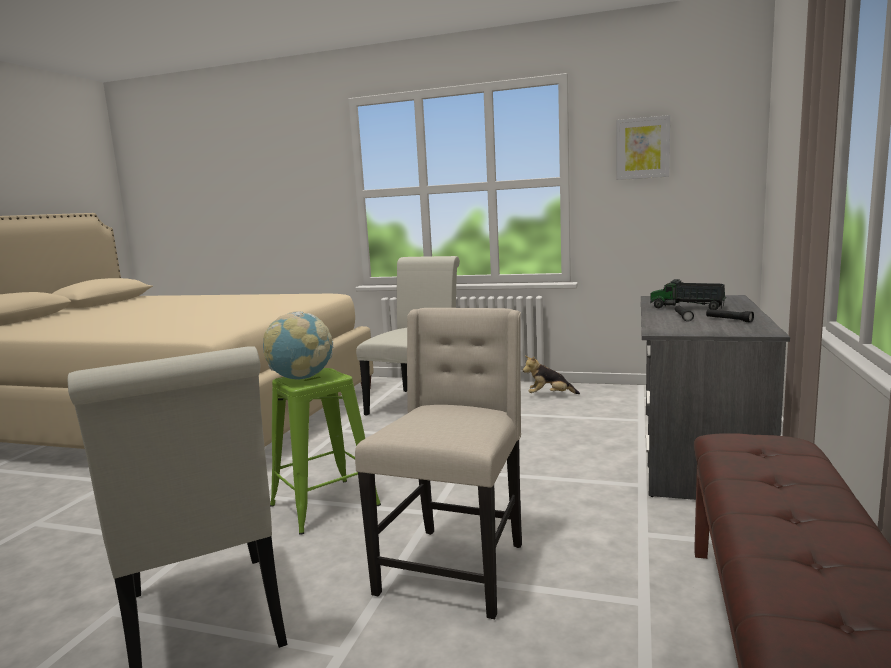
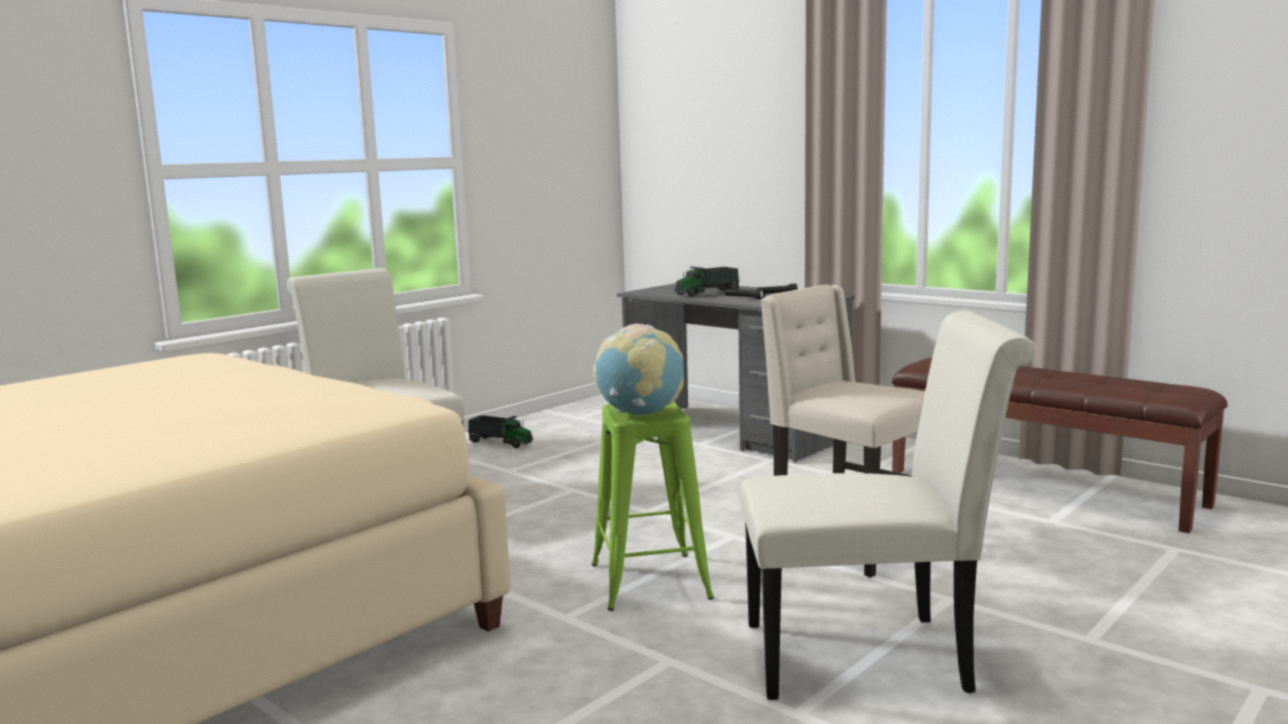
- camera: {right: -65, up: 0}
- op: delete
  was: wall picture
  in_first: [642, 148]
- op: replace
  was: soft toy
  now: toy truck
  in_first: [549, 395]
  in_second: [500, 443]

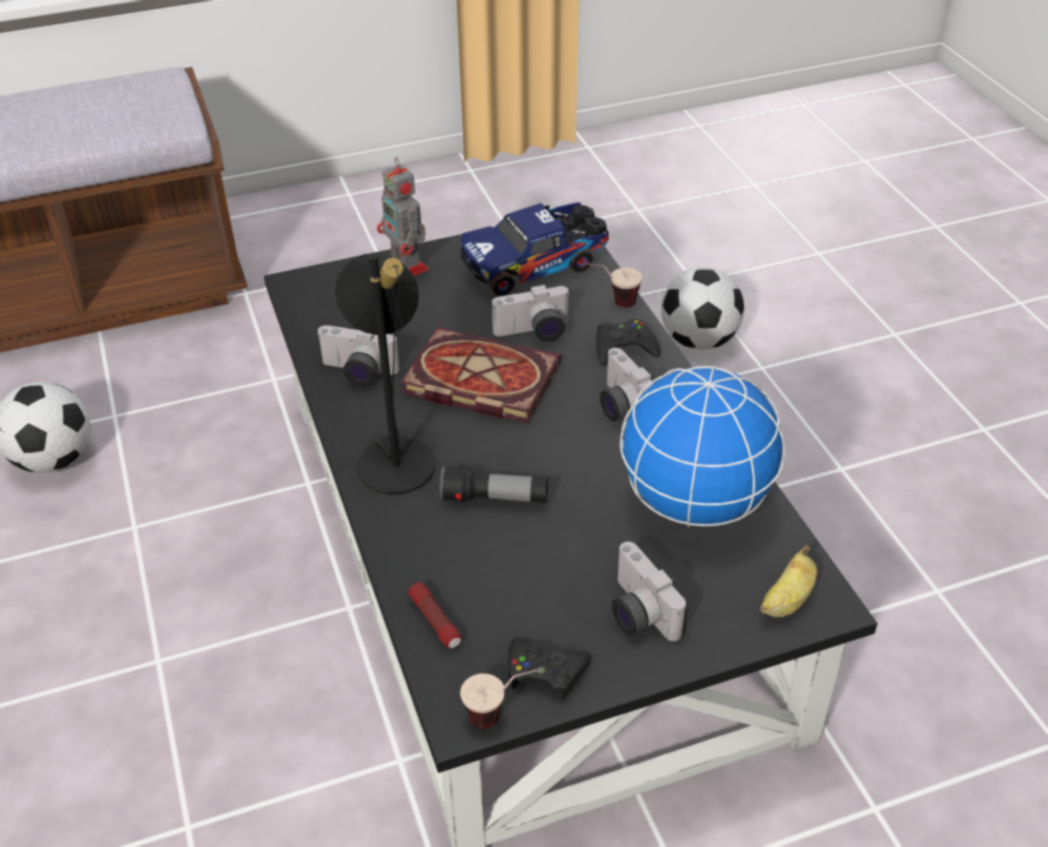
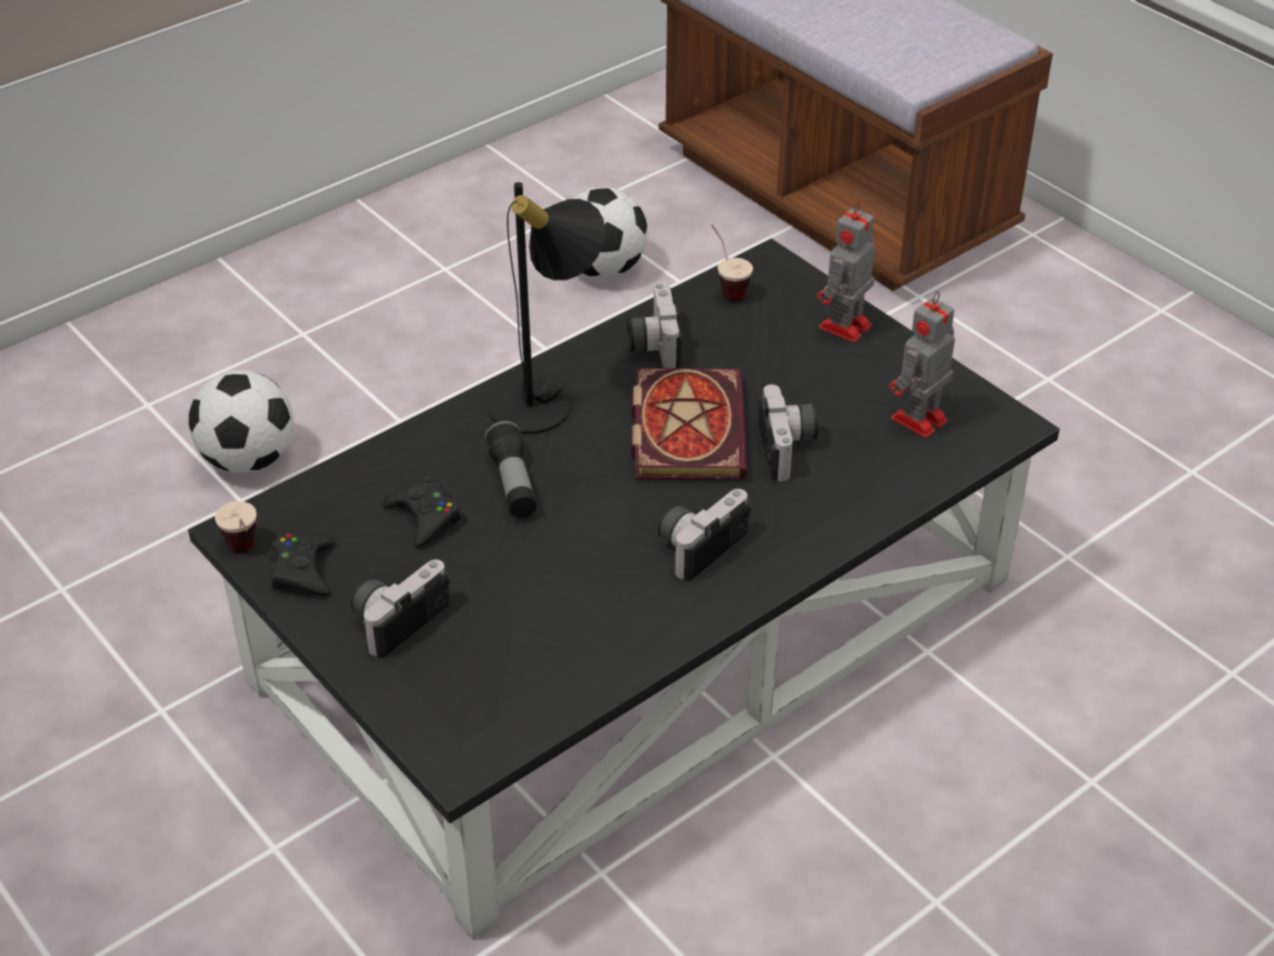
- camera: {right: 70, up: 0}
- op: replace
  was: toy truck
  now: model robot
  in_first: [537, 265]
  in_second: [917, 421]
- op: move
  was: drinking cup
  in_first: [612, 303]
  in_second: [726, 288]
- op: move
  was: football
  in_first: [698, 340]
  in_second: [248, 460]
- op: rotate
  was: photo camera
  in_first: [534, 333]
  in_second: [789, 448]
  clockwise: -150
- op: move
  was: blackish joypad
  in_first: [624, 348]
  in_second: [424, 517]
- op: delete
  was: globe
  in_first: [694, 502]
- op: delete
  was: banana fruit
  in_first: [787, 601]
- op: delete
  was: flashlight
  in_first: [435, 621]

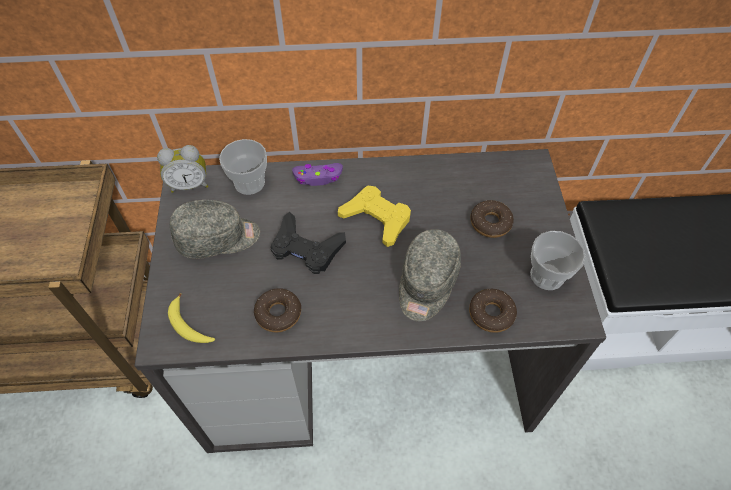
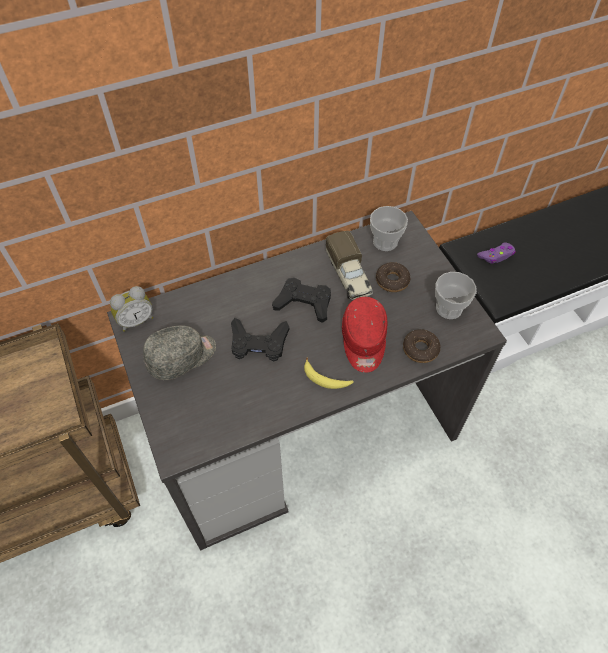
- camera: {right: -20, up: 0}
- op: move
  was: drinking cup
  in_first: [249, 183]
  in_second: [385, 242]
- op: move
  was: purplish joypad
  in_first: [318, 177]
  in_second: [496, 256]
- op: recolor
  was: yellow-coloured joypad
  now: blackish joypad
  in_first: [376, 218]
  in_second: [304, 303]
- op: recolor
  was: gray peaked cap
  now: reddish peaked cap
  in_first: [426, 283]
  in_second: [363, 341]
- op: delete
  was: ring doughnut
  in_first: [278, 313]
- op: move
  was: banana fruit
  in_first: [189, 325]
  in_second: [325, 379]
- op: insert
  now: toy truck
  in_second: [349, 276]

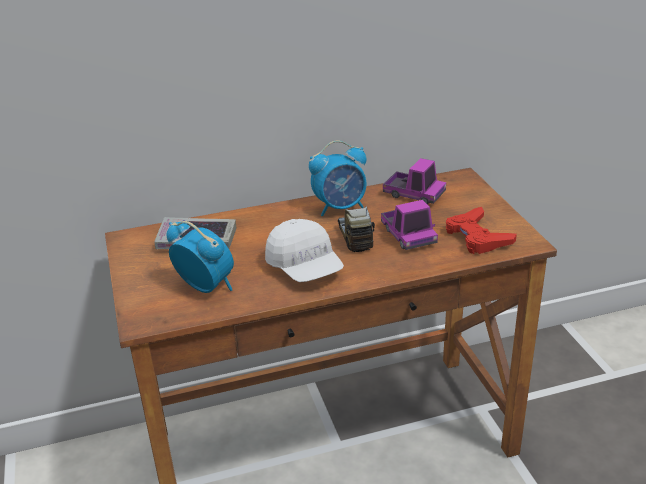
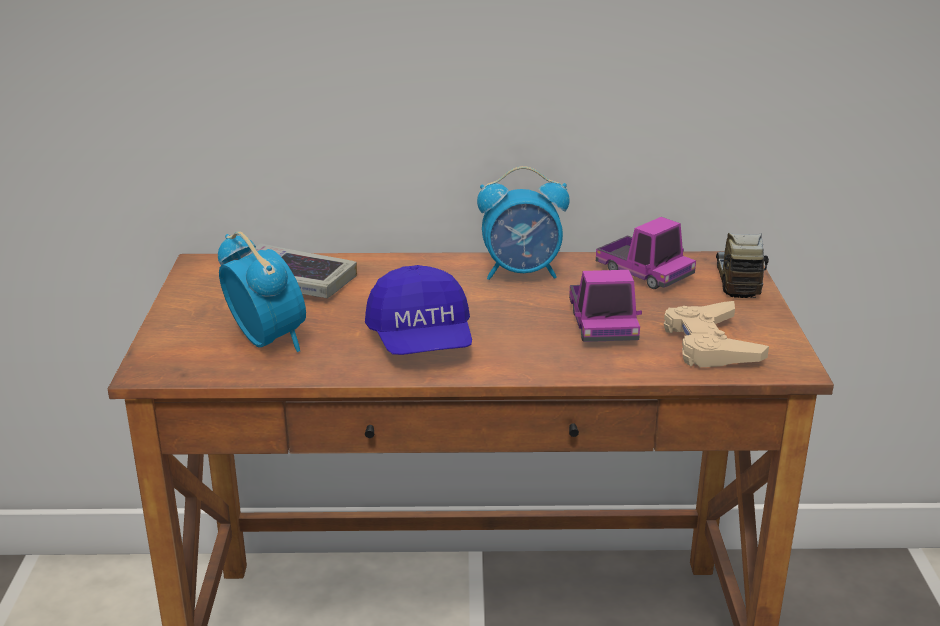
- camera: {right: 15, up: -5}
- op: move
  was: toy truck
  in_first: [355, 238]
  in_second: [737, 281]
- op: recolor
  was: reddish joypad
  now: beige joypad
  in_first: [477, 237]
  in_second: [710, 344]
- op: recolor
  was: white-coloured peaked cap
  now: bluish peaked cap
  in_first: [305, 268]
  in_second: [421, 341]

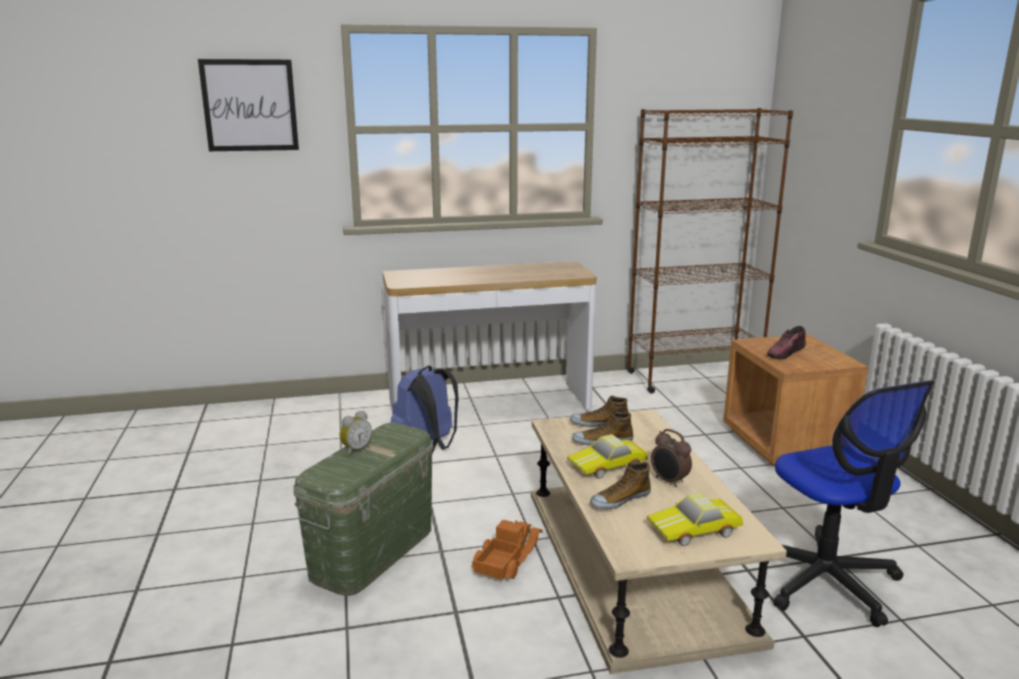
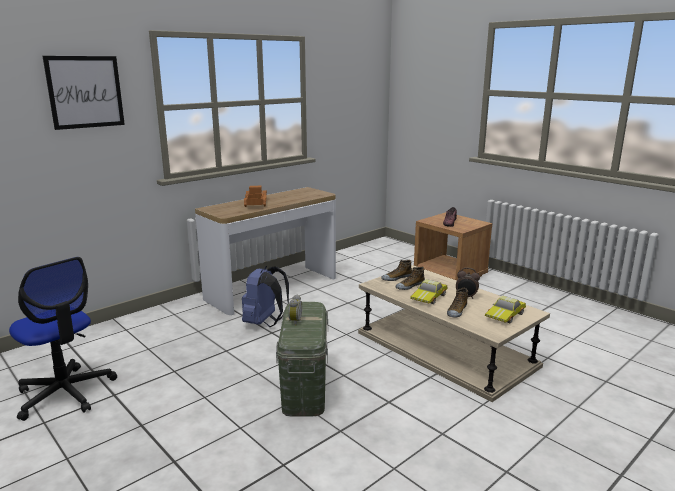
- camera: {right: -30, up: 0}
- op: delete
  was: brown shelving unit
  in_first: [693, 377]
- op: move
  was: office chair
  in_first: [826, 581]
  in_second: [65, 393]
- op: move
  was: toy truck
  in_first: [506, 557]
  in_second: [255, 203]

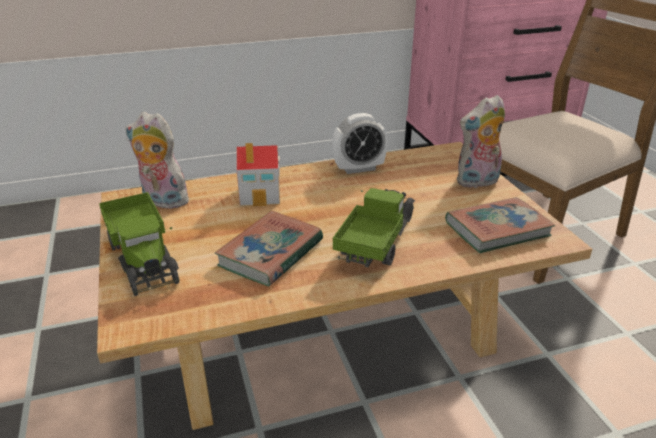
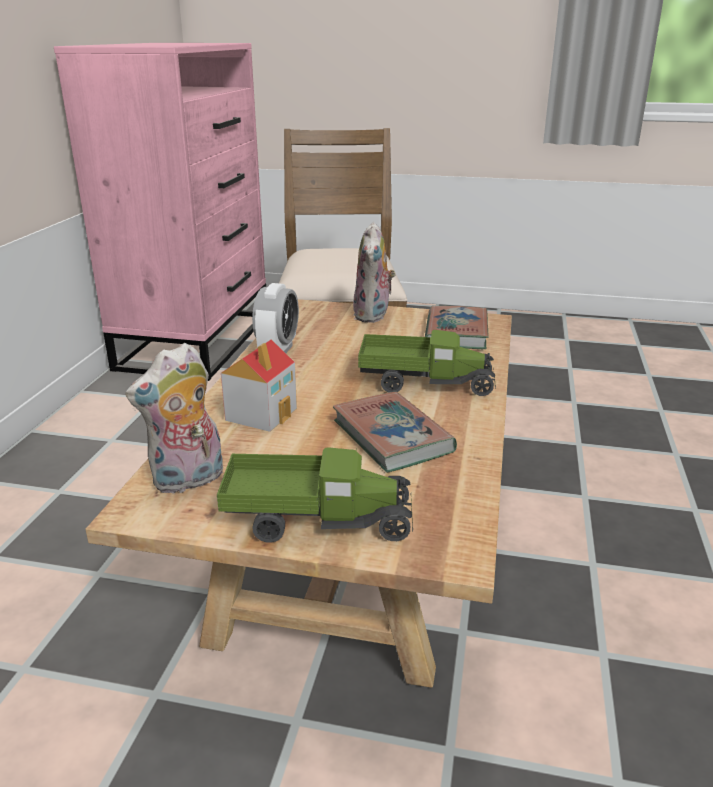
- camera: {right: -60, up: -5}
- op: rotate
  was: toy truck
  in_first: [376, 242]
  in_second: [425, 382]
  clockwise: 135

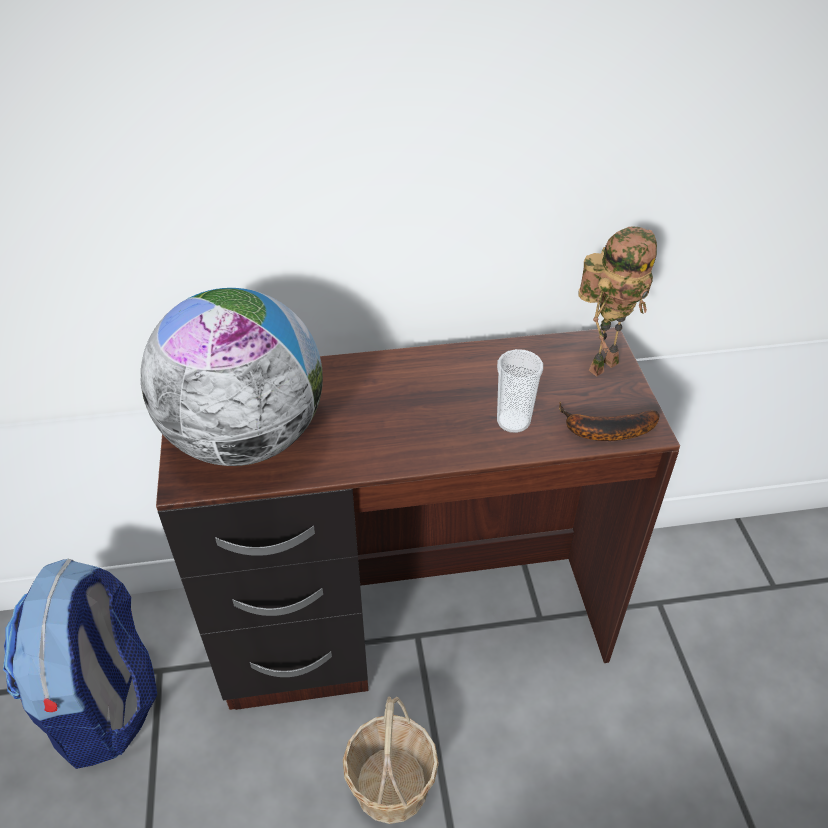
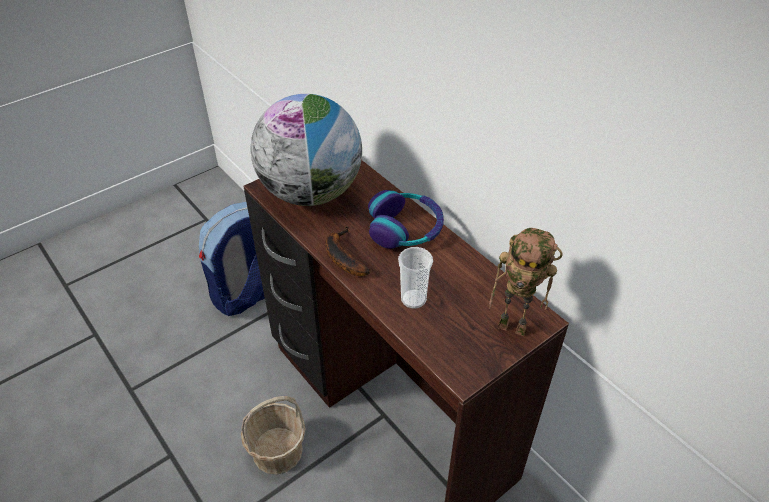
- camera: {right: 60, up: 0}
- op: move
  was: banana fruit
  in_first: [603, 431]
  in_second: [342, 256]
- op: insert
  now: headphones
  in_second: [405, 228]

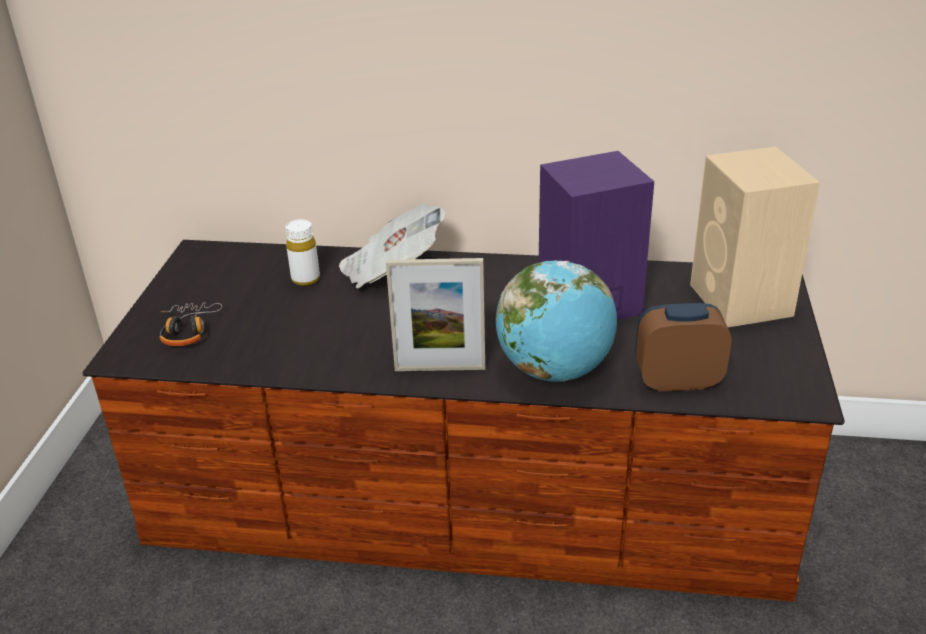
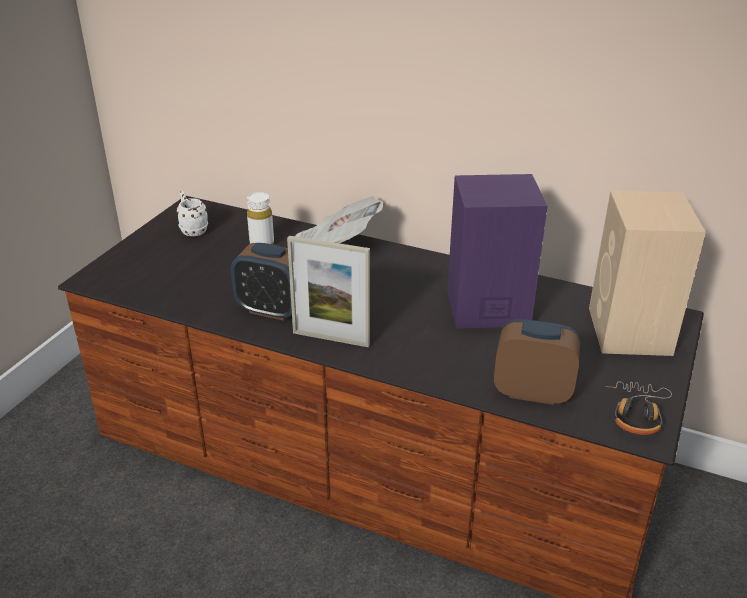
- camera: {right: 15, up: 0}
- op: delete
  was: globe
  in_first: [555, 370]
- op: move
  was: headphones
  in_first: [188, 330]
  in_second: [636, 414]
- op: insert
  now: white-coloured coffee mug
  in_second: [192, 229]
- op: insert
  now: alarm clock
  in_second: [271, 310]

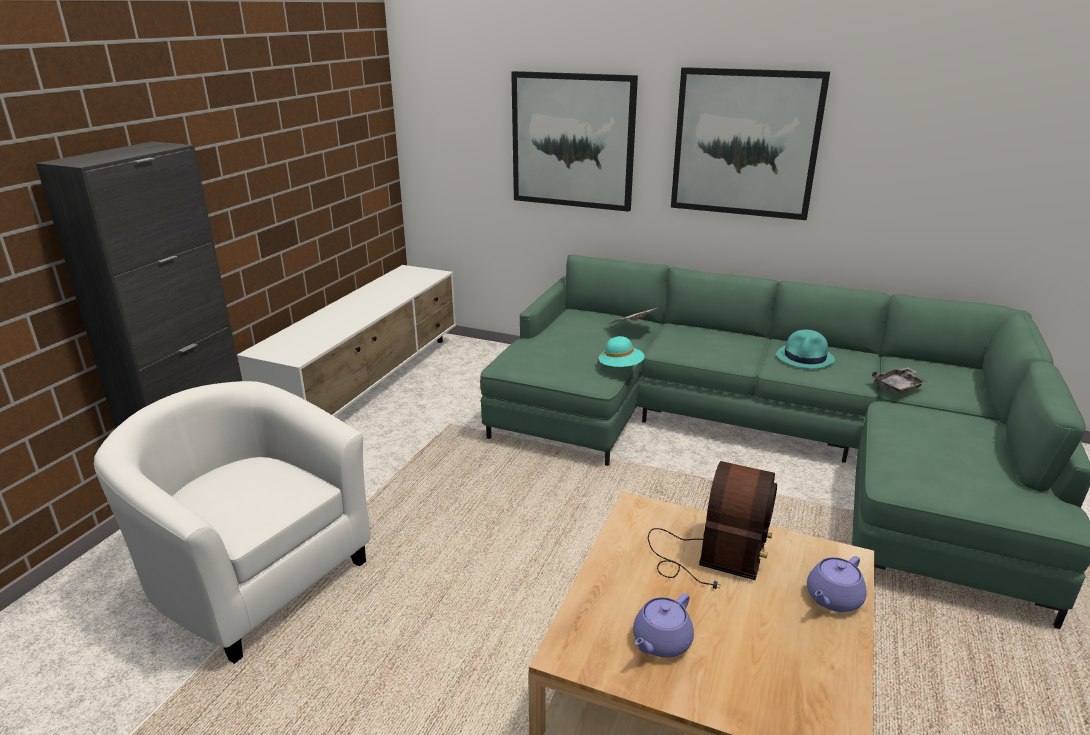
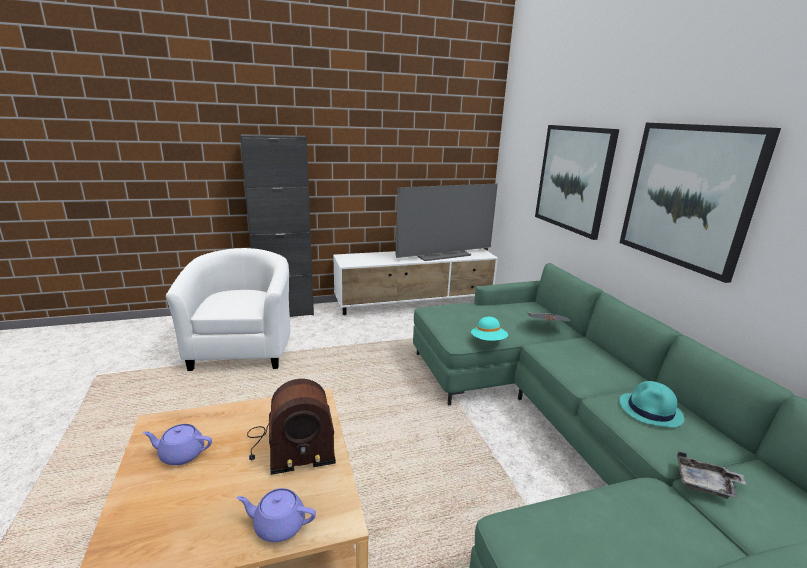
- camera: {right: 50, up: -5}
- op: insert
  now: TV
  in_second: [442, 254]

